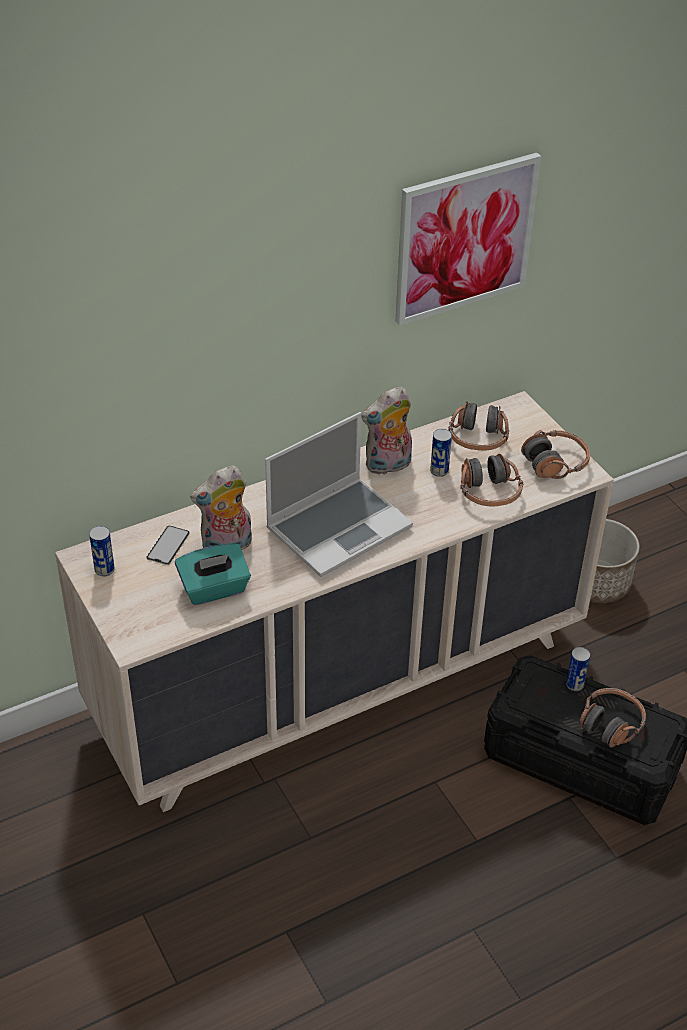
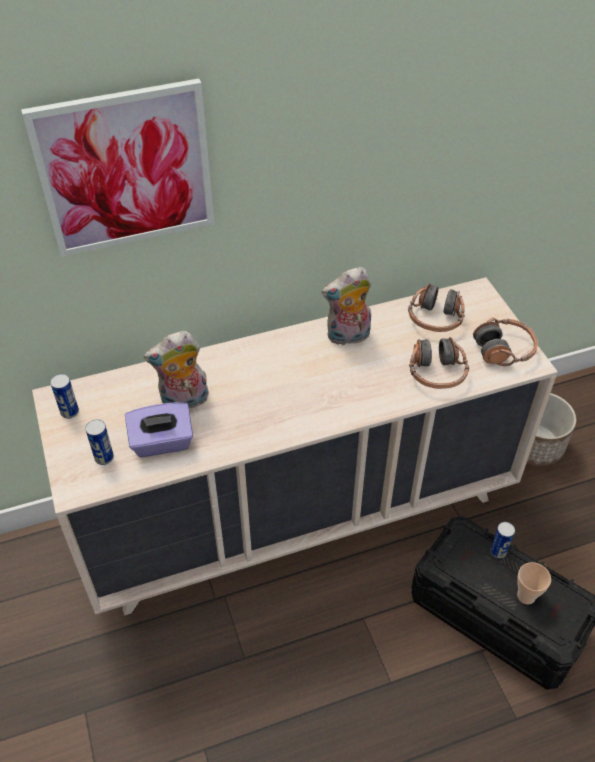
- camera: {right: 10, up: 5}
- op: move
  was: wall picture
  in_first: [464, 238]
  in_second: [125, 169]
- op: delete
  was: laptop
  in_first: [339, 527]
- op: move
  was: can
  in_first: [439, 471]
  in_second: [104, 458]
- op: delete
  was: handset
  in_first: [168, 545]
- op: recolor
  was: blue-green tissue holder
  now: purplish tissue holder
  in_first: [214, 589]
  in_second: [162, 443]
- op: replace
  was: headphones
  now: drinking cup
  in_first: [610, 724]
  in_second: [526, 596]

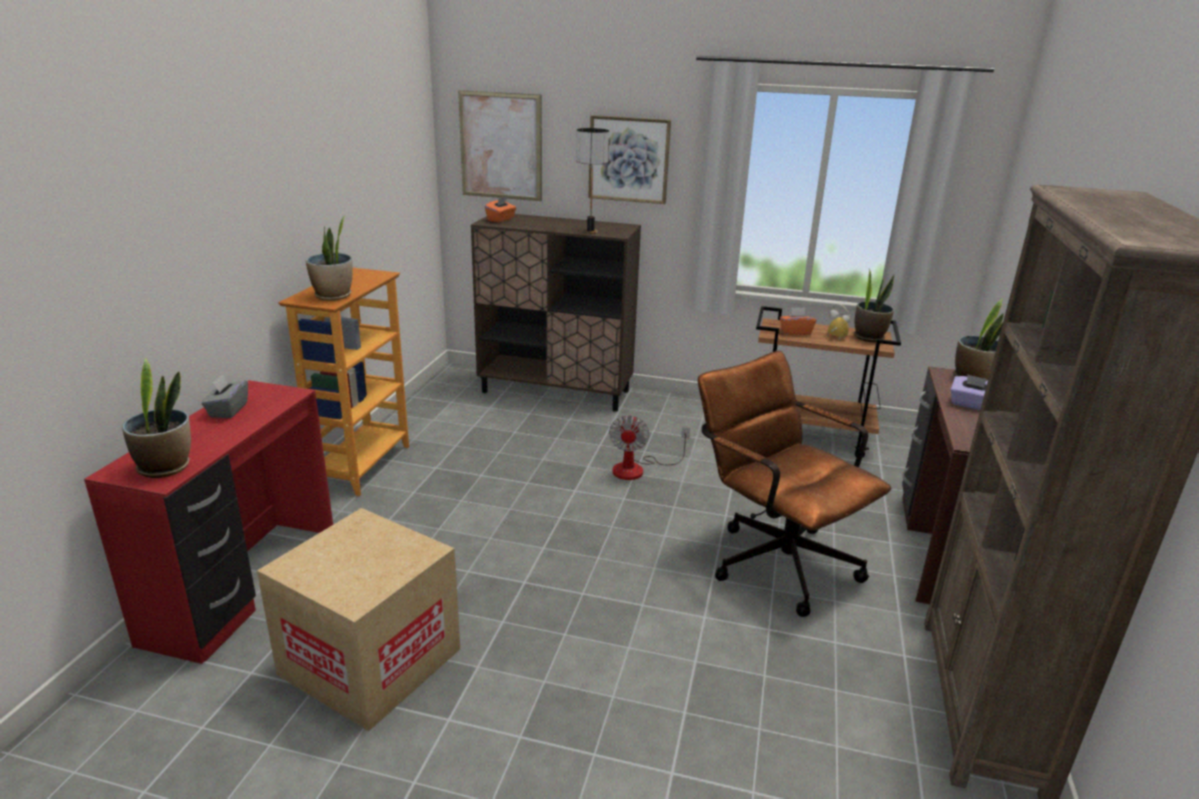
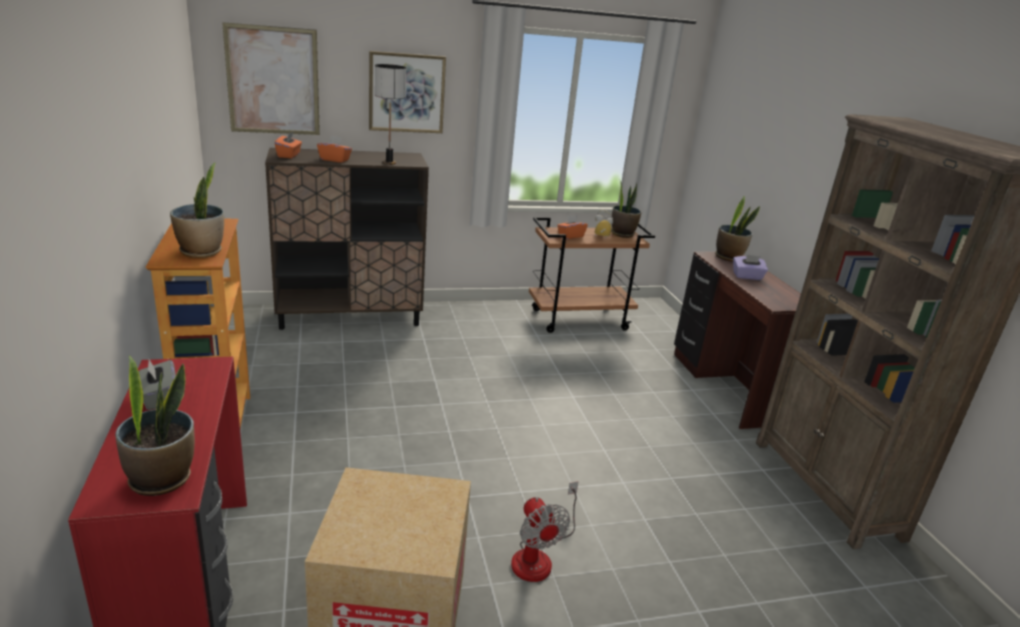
- camera: {right: -30, up: 0}
- op: delete
  was: brown office chair
  in_first: [774, 558]
- op: move
  was: electric fan
  in_first: [638, 469]
  in_second: [539, 556]
- op: insert
  now: orange-coloured tissue holder
  in_second: [335, 160]

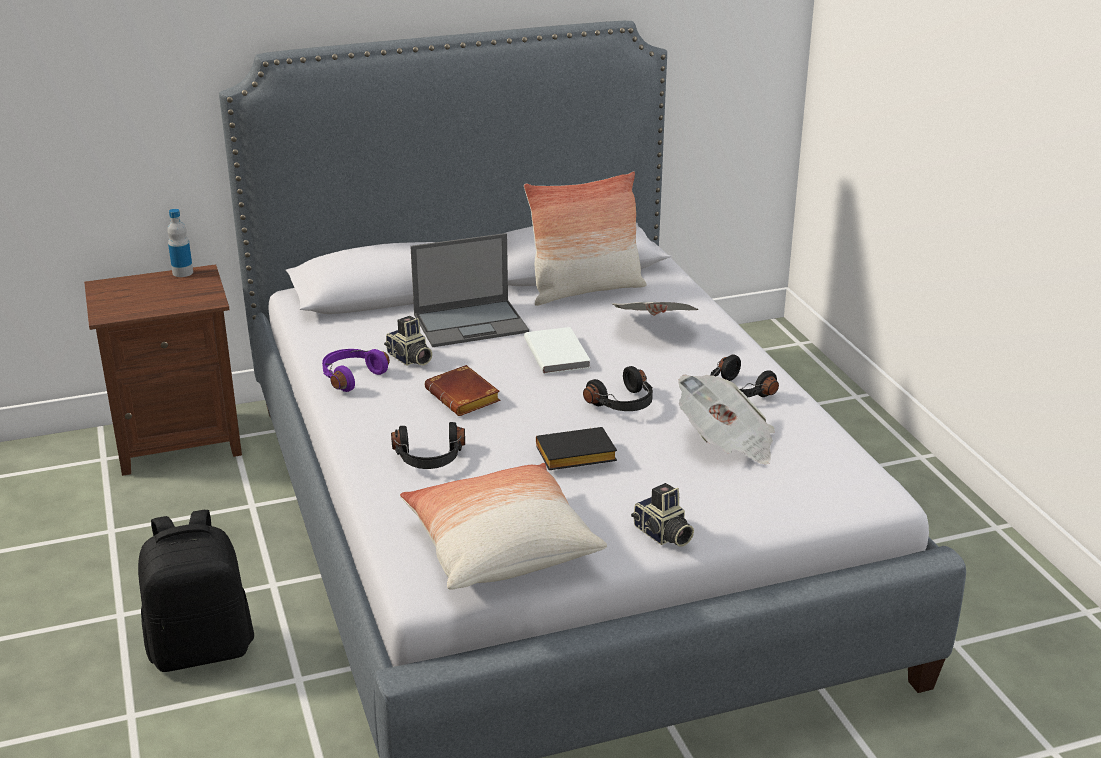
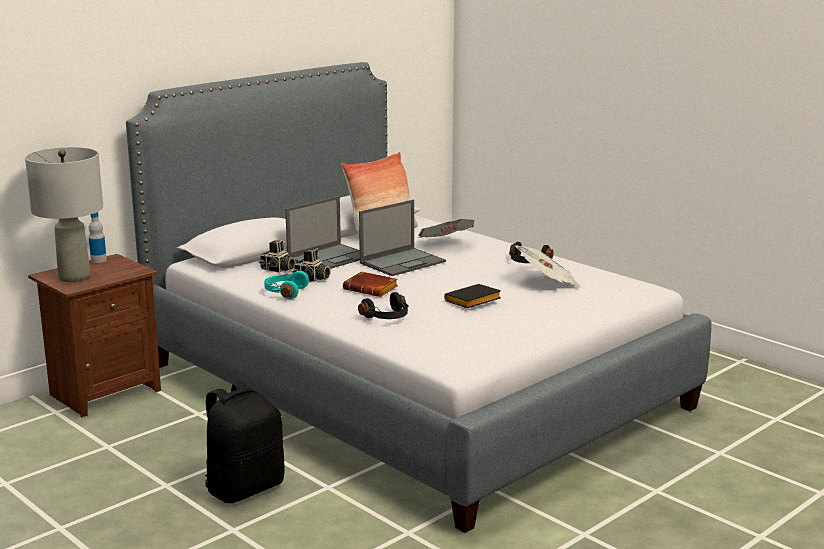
- camera: {right: -25, up: -10}
- op: replace
  was: white-coloured bound book
  now: laptop
  in_first: [558, 353]
  in_second: [403, 262]
- op: recolor
  was: purplish headphones
  now: blue-green headphones
  in_first: [351, 376]
  in_second: [284, 292]
- op: delete
  was: blackish headphones
  in_first: [624, 404]
- op: delete
  was: throw pillow
  in_first: [500, 547]
- op: move
  was: photo camera
  in_first: [662, 535]
  in_second: [277, 270]
- op: insert
  now: gray table lamp
  in_second: [75, 277]

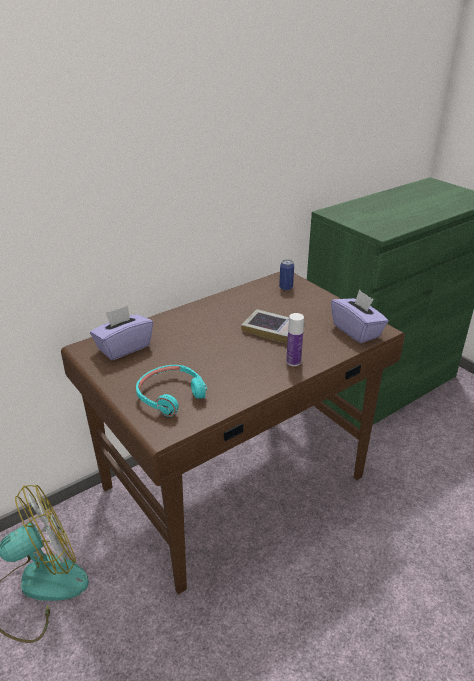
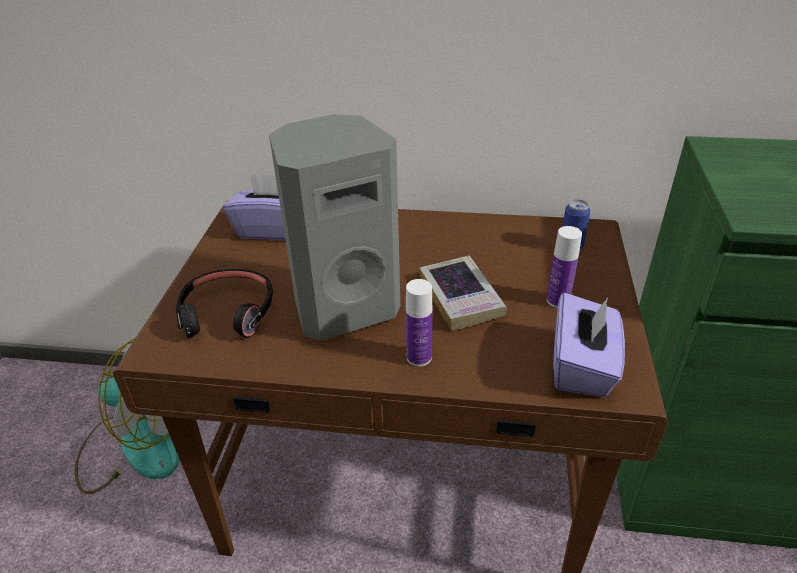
- camera: {right: 45, up: 5}
- op: recolor
  was: blue-green headphones
  now: blackish headphones
  in_first: [171, 395]
  in_second: [227, 312]
- op: insert
  now: gray audio speaker
  in_second: [343, 307]
- op: insert
  now: bottle
  in_second: [558, 301]

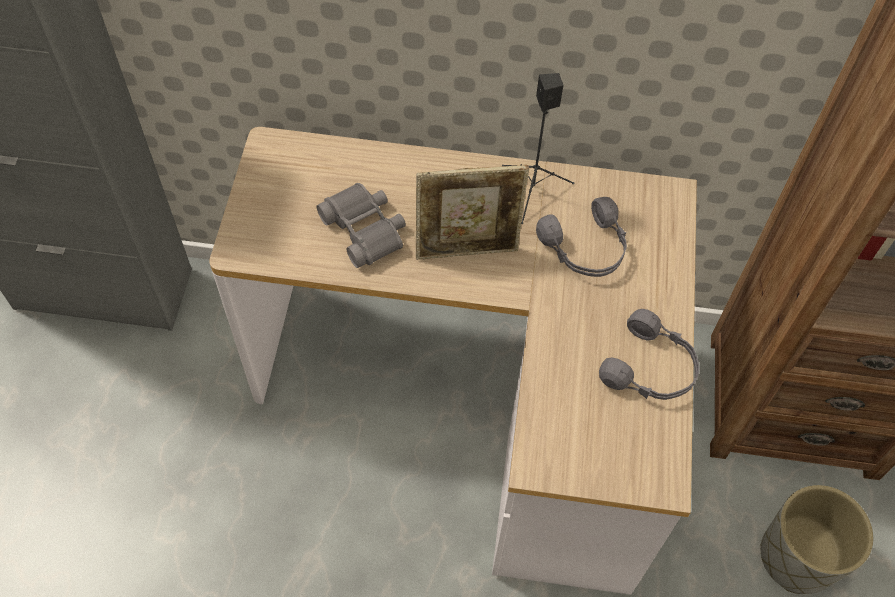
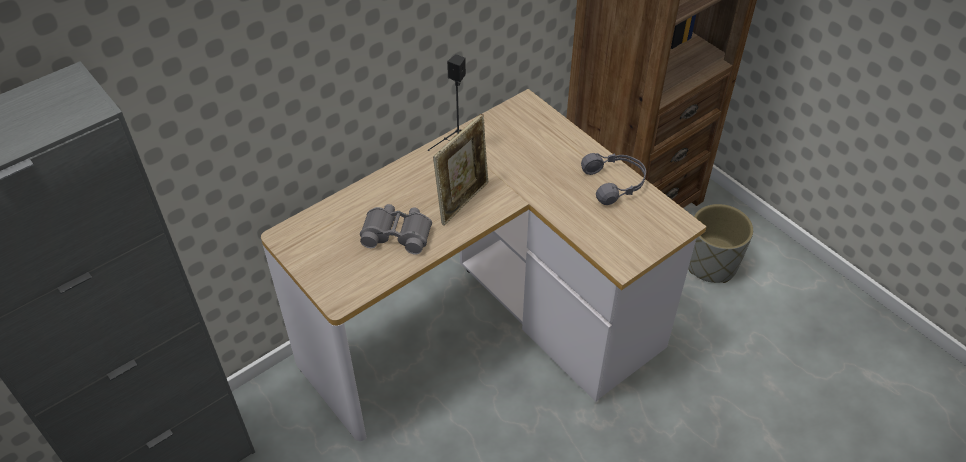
- camera: {right: -45, up: -10}
- op: delete
  was: gray headphones
  in_first: [586, 249]

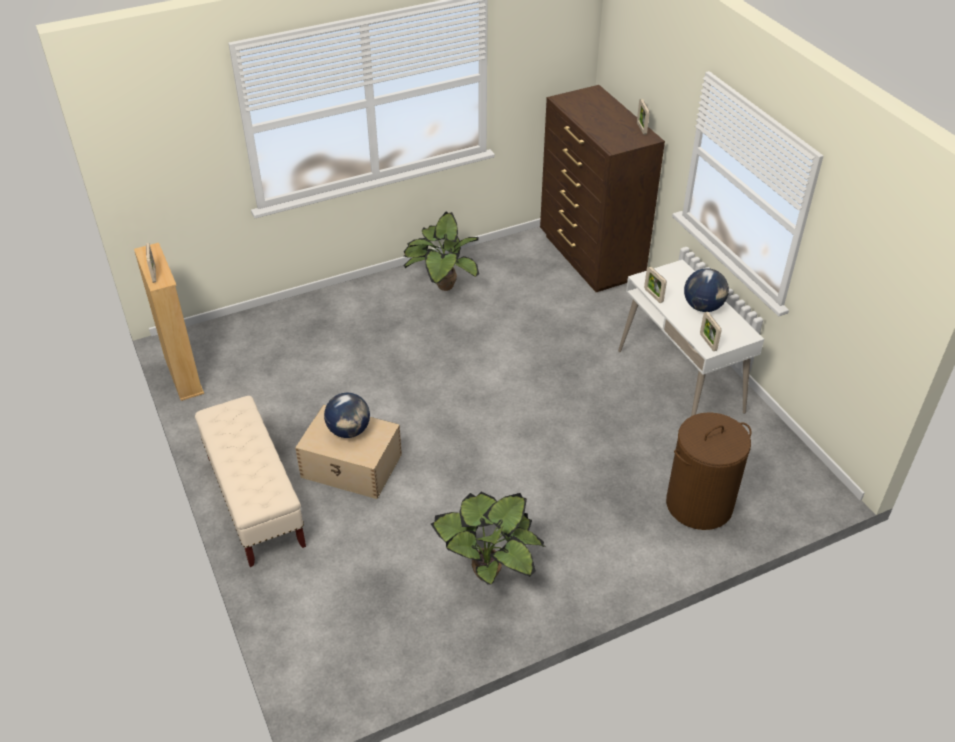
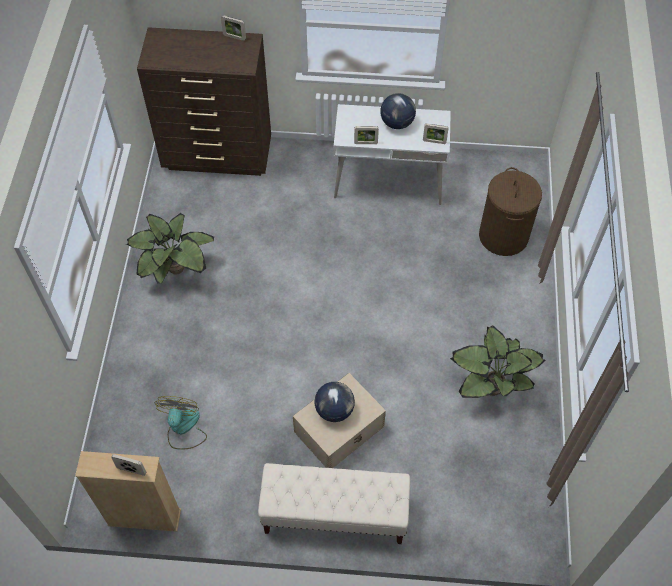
- camera: {right: -60, up: 15}
- op: insert
  now: electric fan
  in_second: [183, 428]

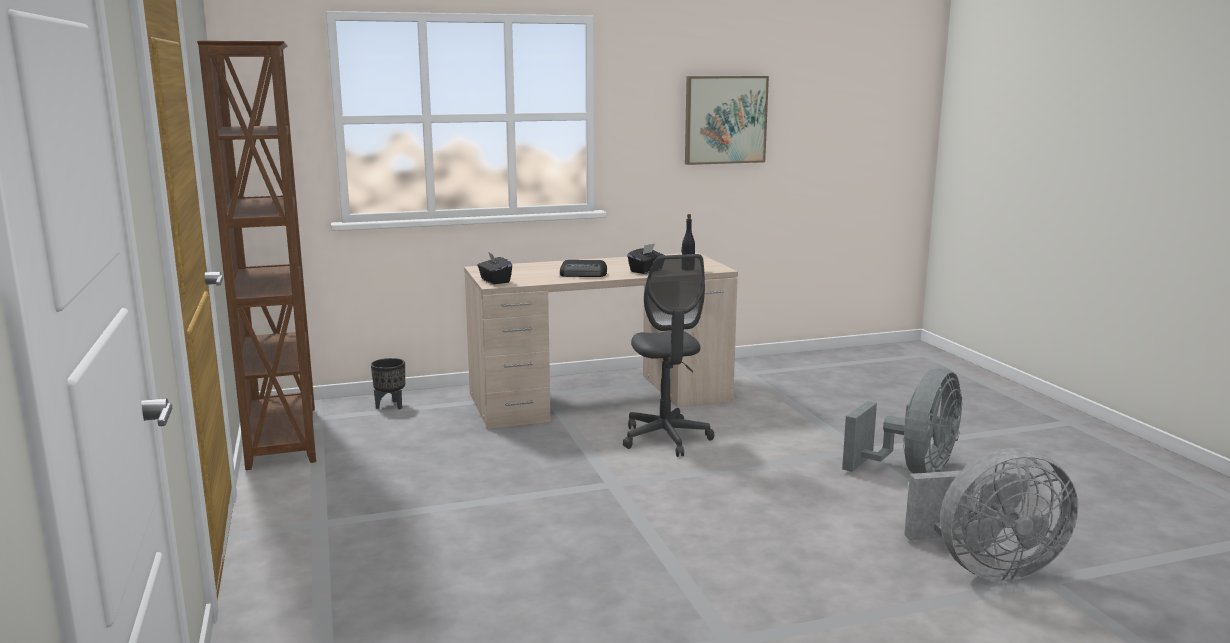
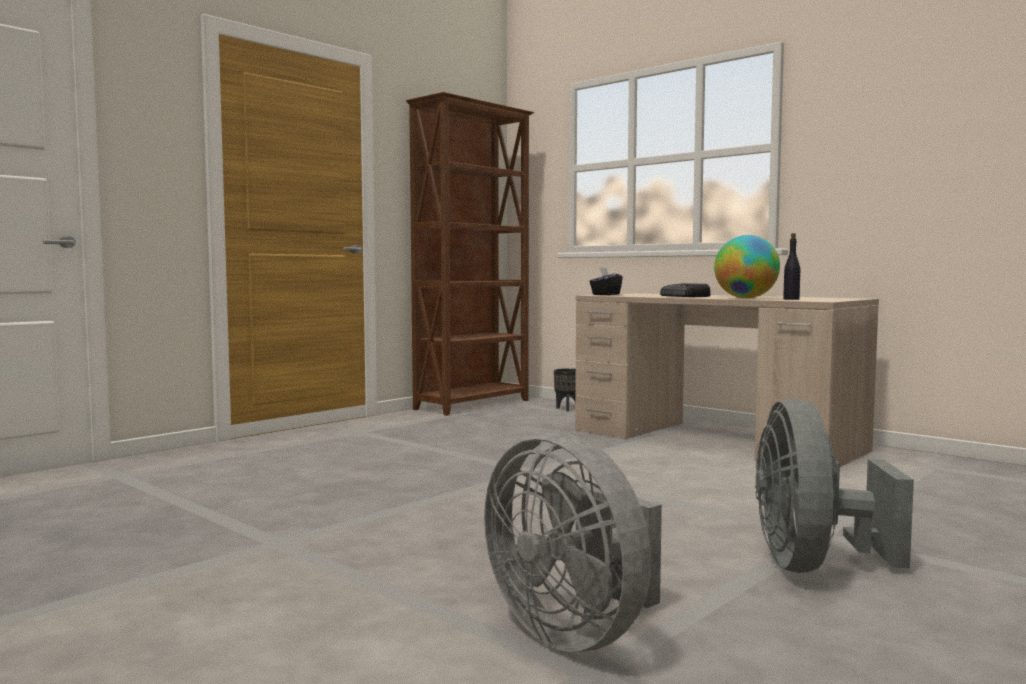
- camera: {right: 60, up: -10}
- op: delete
  was: wall picture
  in_first: [725, 120]
- op: replace
  was: blackish tissue holder
  now: globe
  in_first: [646, 271]
  in_second: [746, 298]
- op: delete
  was: gray office chair
  in_first: [665, 439]
- op: rotate
  was: gray electric fan
  in_first: [912, 472]
  in_second: [813, 565]
  clockwise: 90

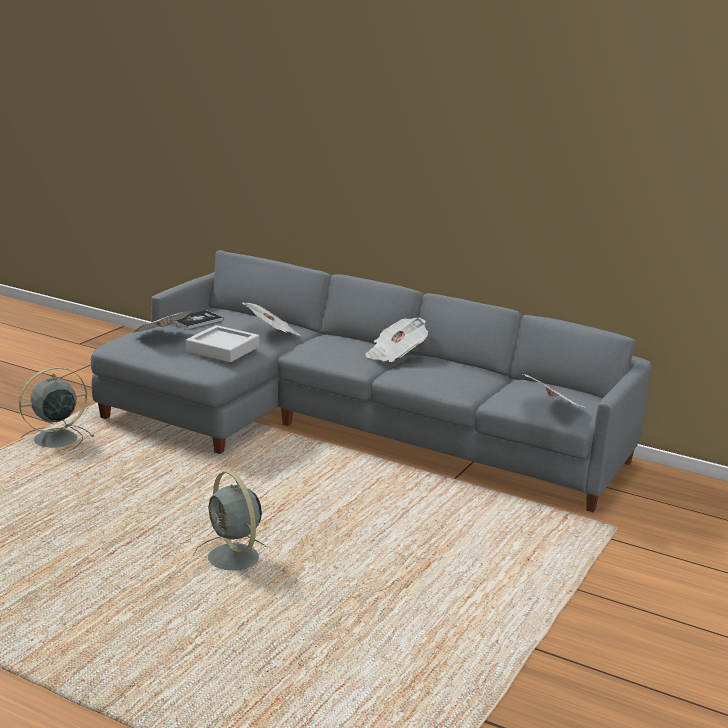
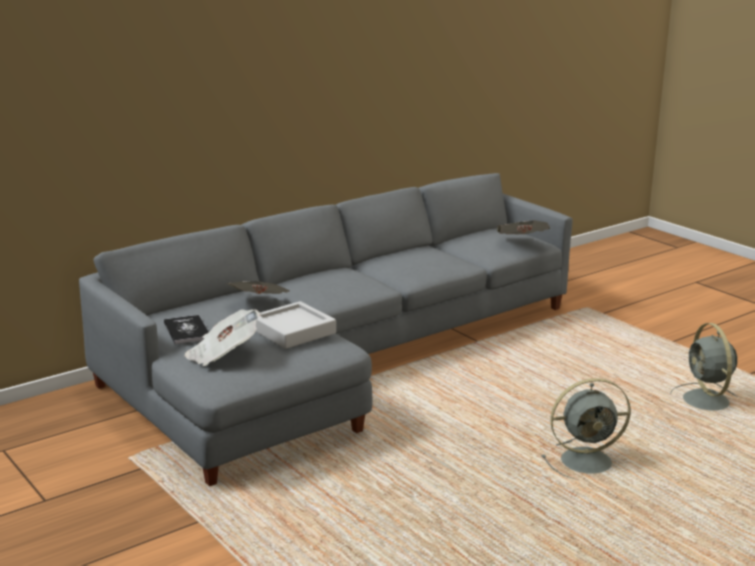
- camera: {right: -65, up: 0}
- op: delete
  was: printed paper
  in_first: [395, 355]
- op: move
  was: gray electric fan
  in_first: [53, 440]
  in_second: [707, 402]

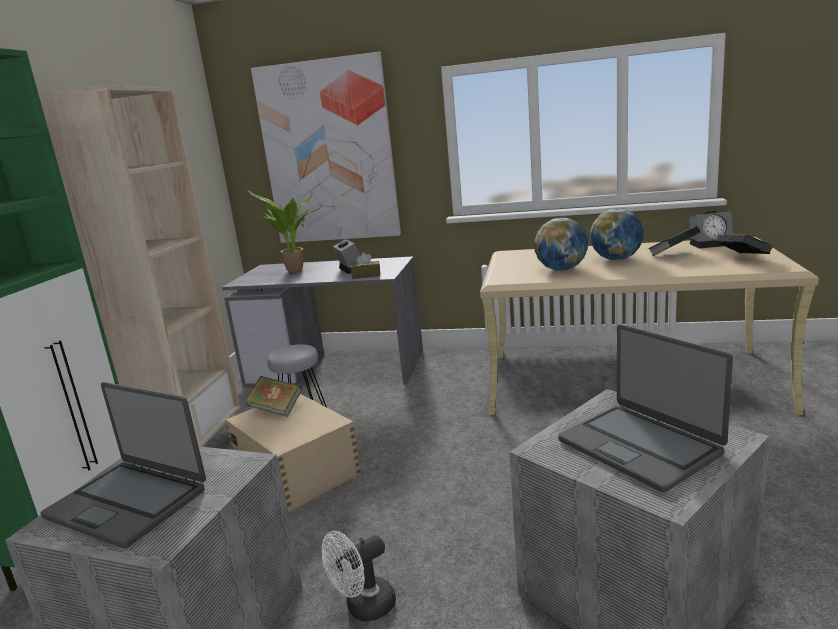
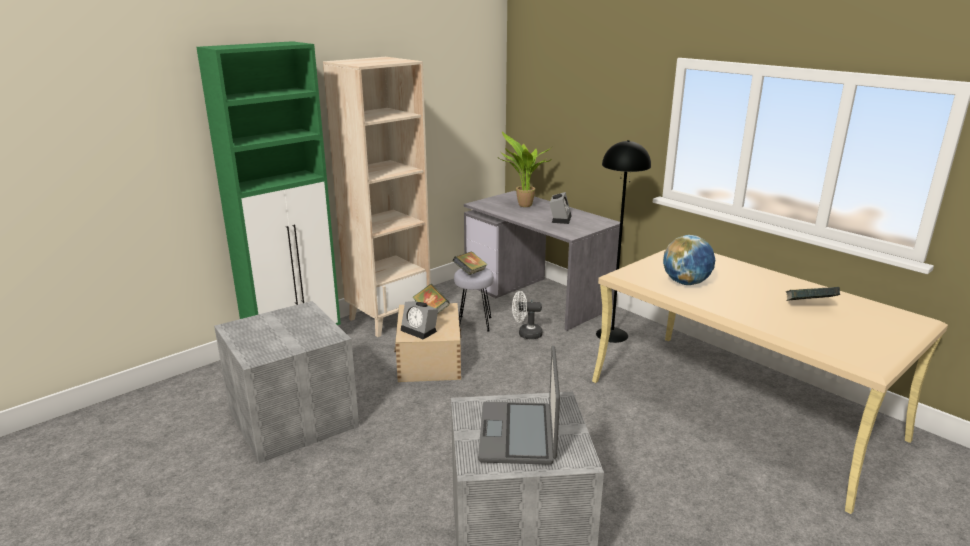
- camera: {right: 35, up: 5}
- op: delete
  was: wall picture
  in_first: [328, 153]
- op: delete
  was: globe
  in_first: [616, 259]
- op: move
  was: alarm clock
  in_first: [711, 244]
  in_second: [420, 330]
- op: move
  was: bound book
  in_first: [742, 258]
  in_second: [470, 273]
- op: delete
  was: brown tissue holder
  in_first: [366, 275]
- op: delete
  was: laptop
  in_first: [128, 502]
- op: move
  was: white-coloured electric fan
  in_first: [364, 608]
  in_second: [526, 334]
- op: insert
  now: blackish standing lamp
  in_second: [612, 334]

